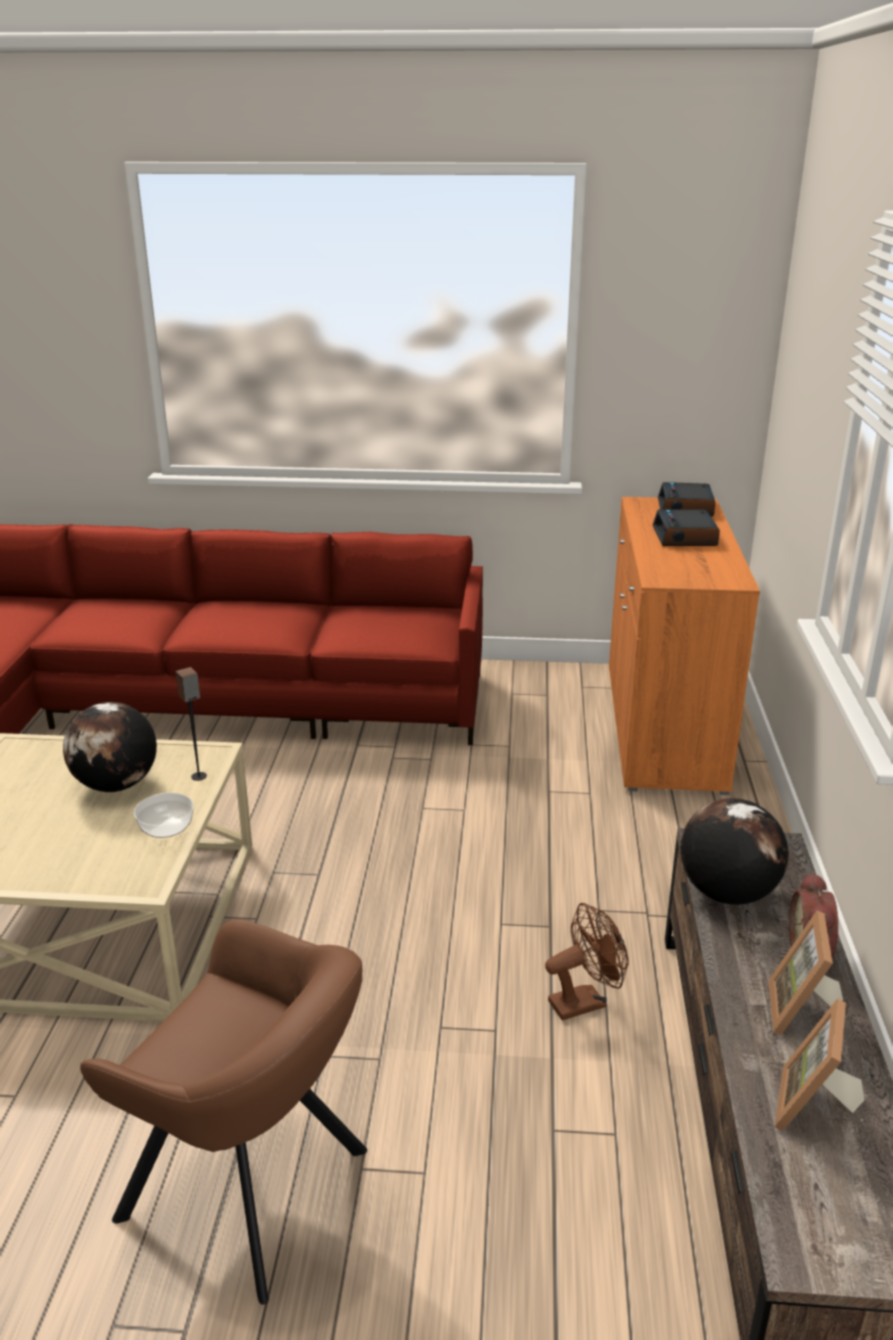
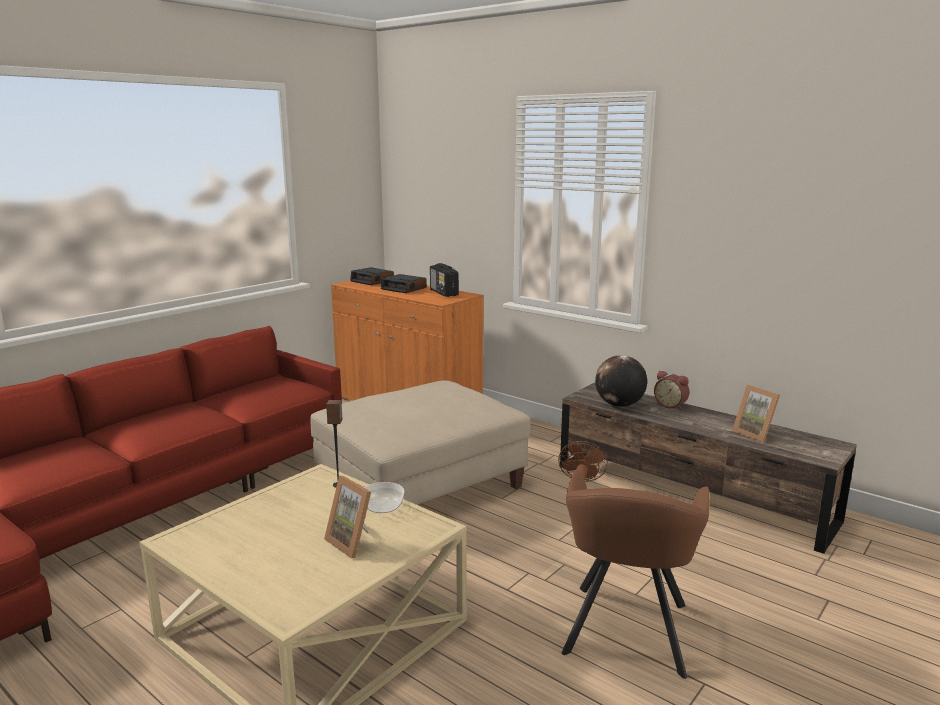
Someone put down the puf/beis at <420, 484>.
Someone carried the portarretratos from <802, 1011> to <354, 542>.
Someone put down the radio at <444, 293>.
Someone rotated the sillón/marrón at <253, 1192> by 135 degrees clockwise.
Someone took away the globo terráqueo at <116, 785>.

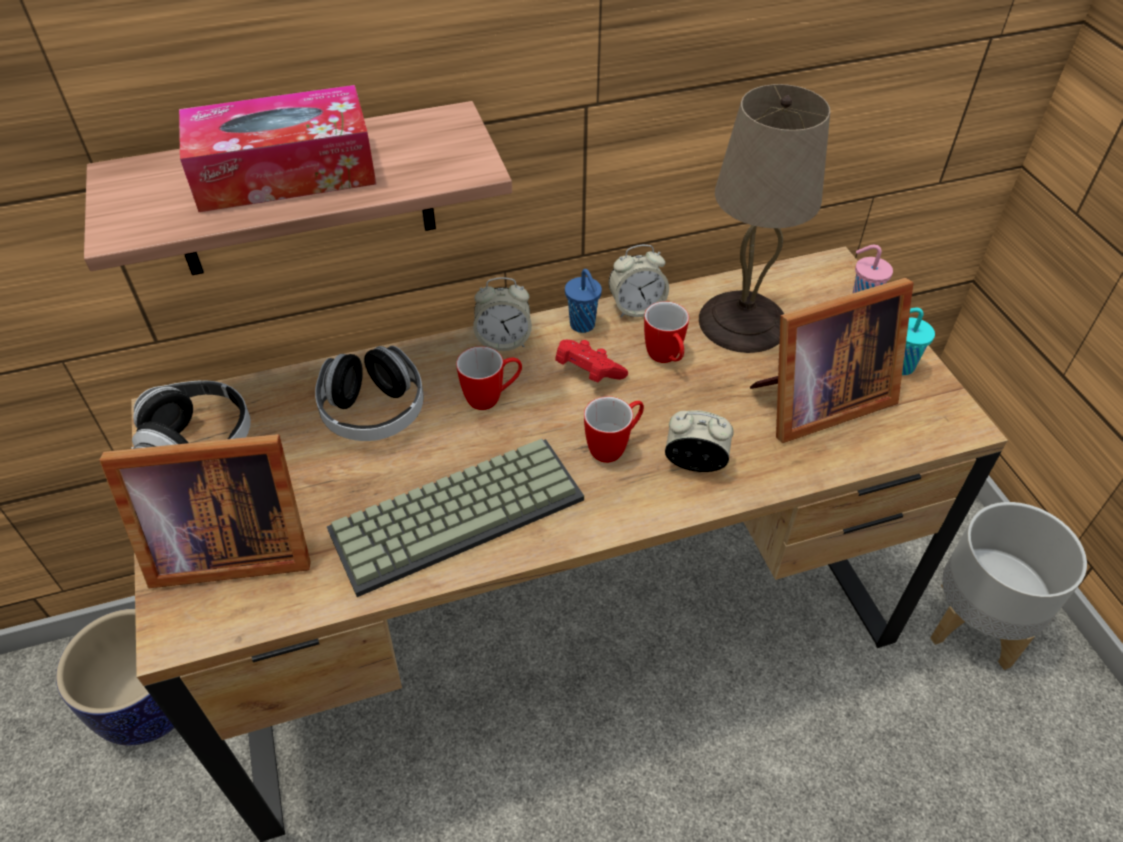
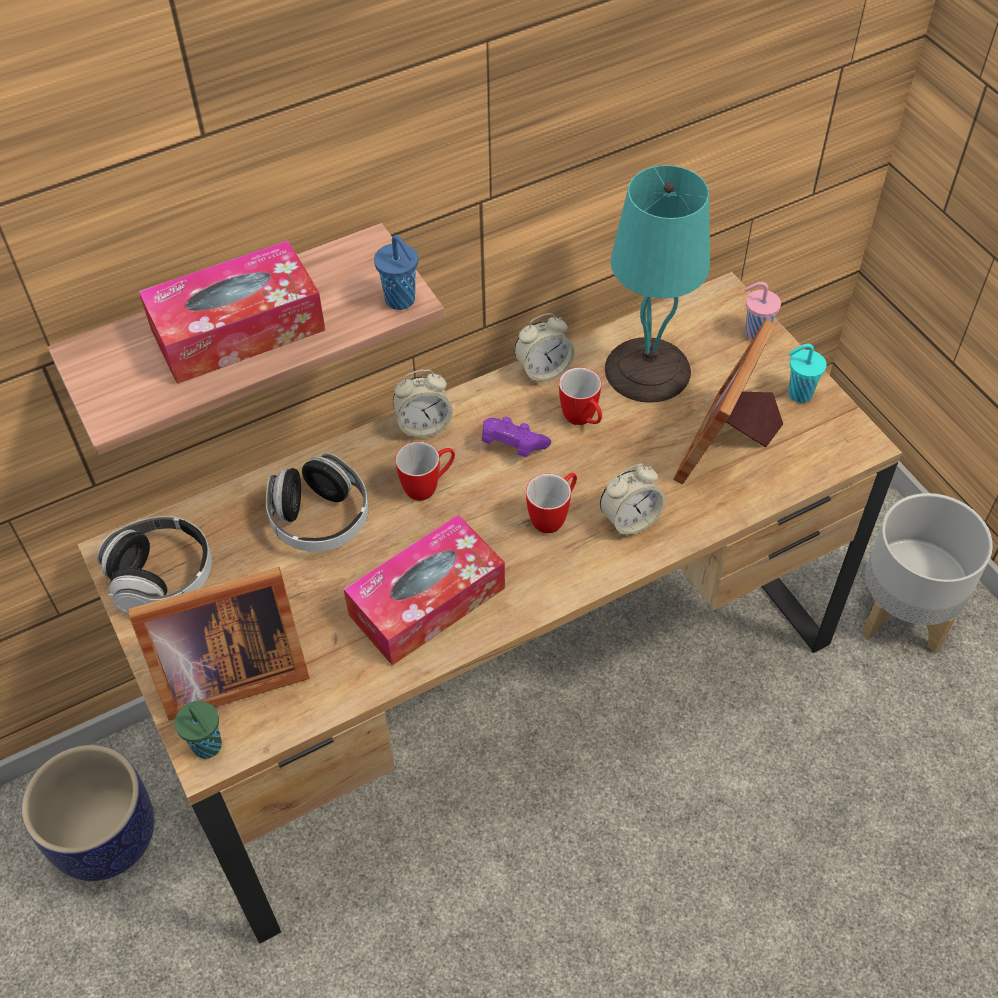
Someone put down the taza/verde at <208, 747>.
Someone swapped the teclado at <458, 511> for the caja de pañuelos at <427, 601>.
Someone carried the taza/azul from <583, 326> to <401, 301>.
Someone repainted the mando de consola/rojo at <588, 372>, which became the mando de consola/morado at <512, 445>.
Someone rotated the despertador at <695, 463> by 150 degrees clockwise.
Someone repainted the lámpara de mesa/beis at <742, 320>, which became the lámpara de mesa/turquesa at <646, 368>.
Someone rotated the portarretratos at <815, 403> by 150 degrees clockwise.

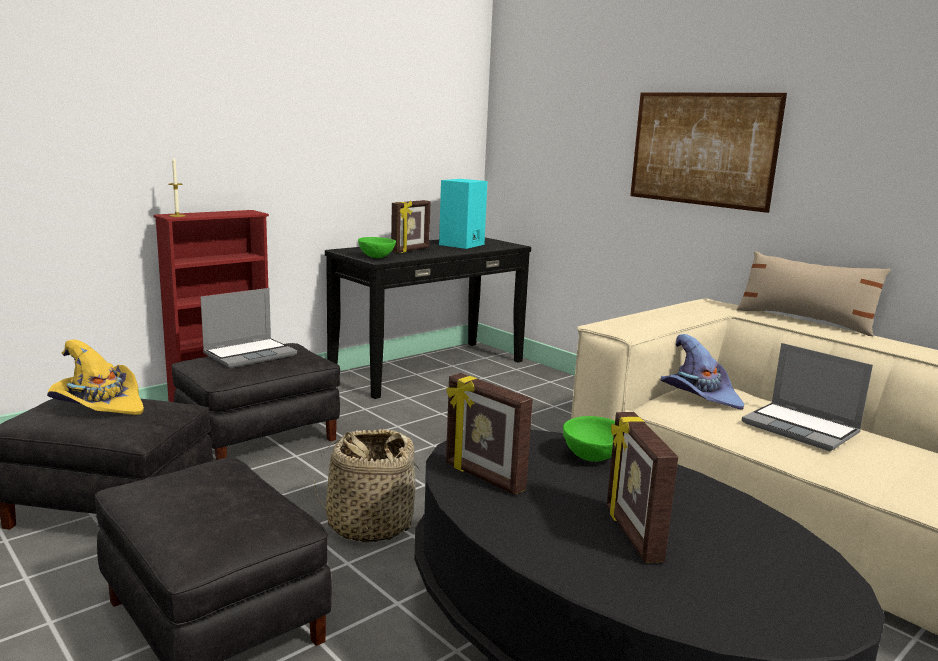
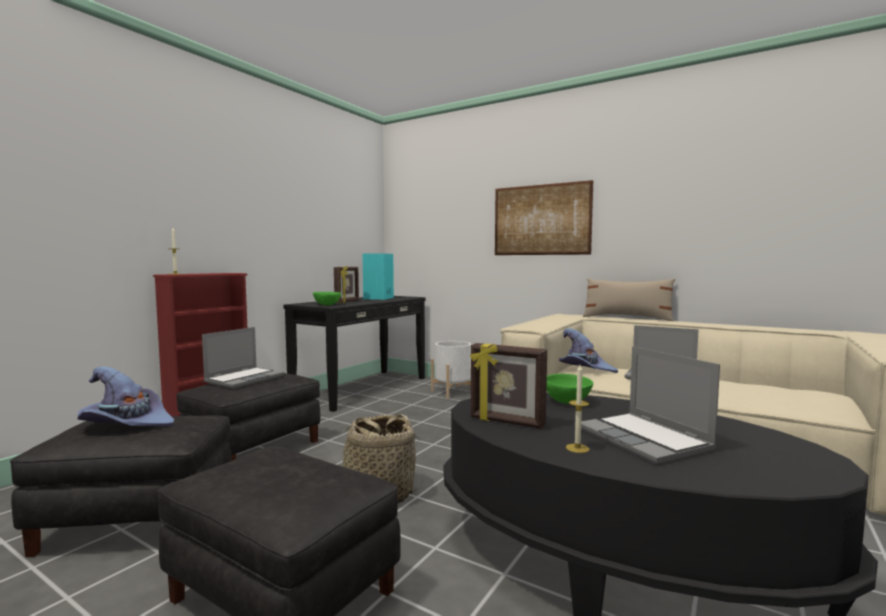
Someone repainted the sombrero/amarillo at <99, 404>, which became the sombrero/morado at <127, 423>.
Someone put down the maceta/blanco at <452, 392>.
Someone put down the vela at <577, 448>.
Someone swapped the portarretratos at <631, 534> for the portátil at <645, 439>.

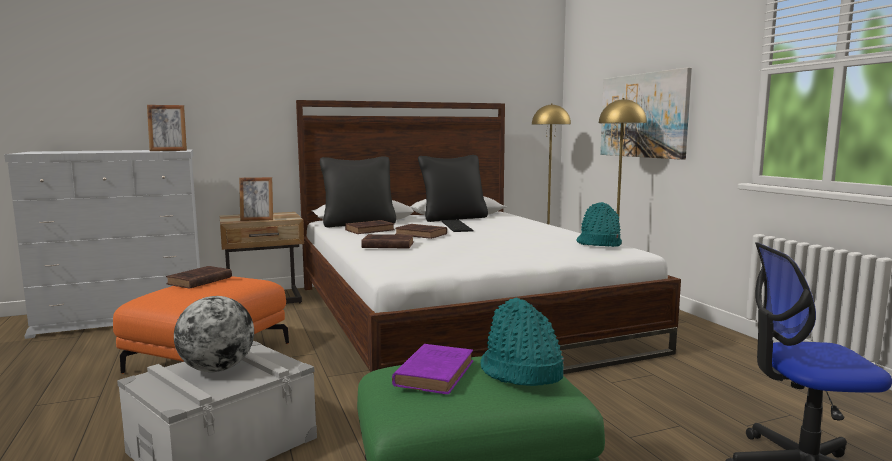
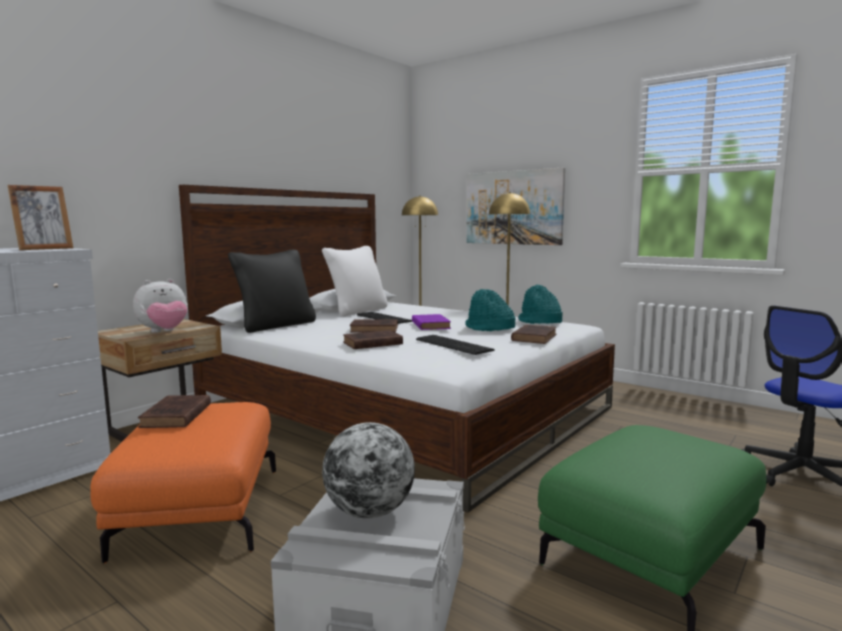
Someone swapped the portarretratos at <257, 220> for the peluche at <164, 332>.
Someone repainted the cojín/negro at <453, 218>, which became the cojín/blanco at <357, 311>.
Someone carried the libro/morado from <435, 372> to <430, 325>.
Someone put down the teclado at <453, 344>.
Someone carried the sombrero/turquesa from <520, 372> to <489, 328>.
Someone carried the libro/marrón from <371, 230> to <534, 337>.

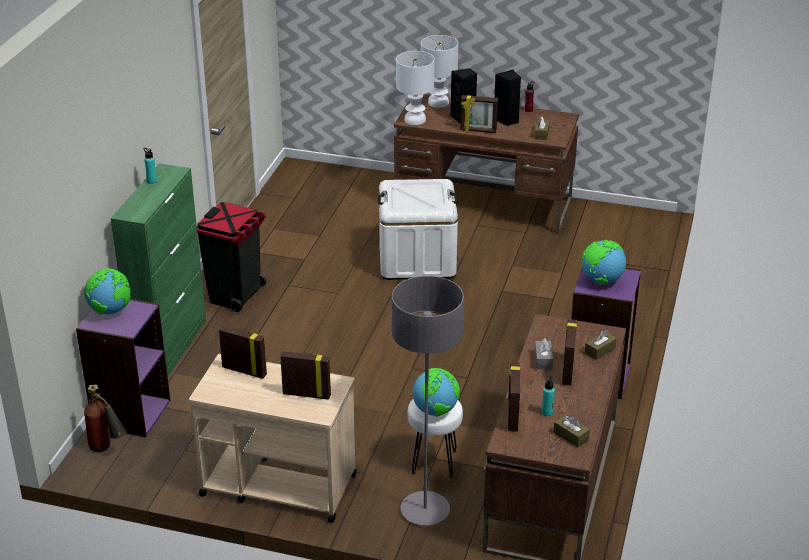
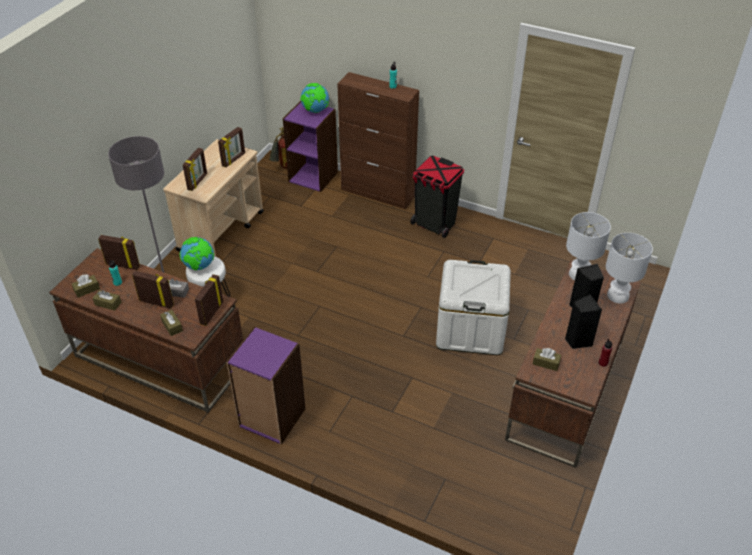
Someone put down the caja de pañuelos/marrón at <108, 303>.
Someone carried the portarretratos from <478, 131> to <211, 313>.
Someone repainted the armario/verde at <170, 347>, which became the armario/marrón at <378, 193>.
Someone took away the globo terráqueo at <601, 281>.

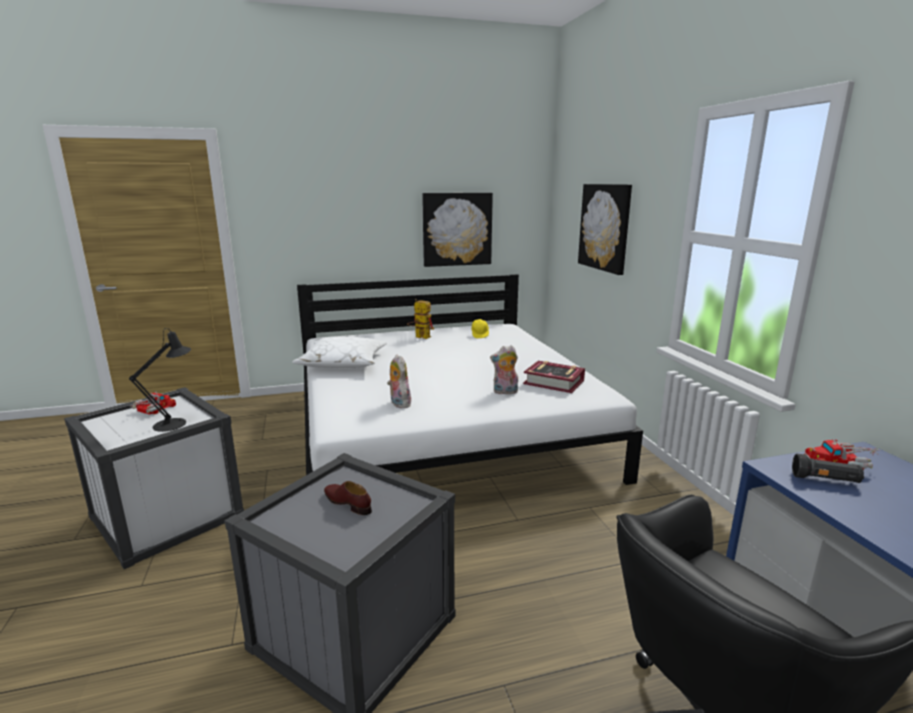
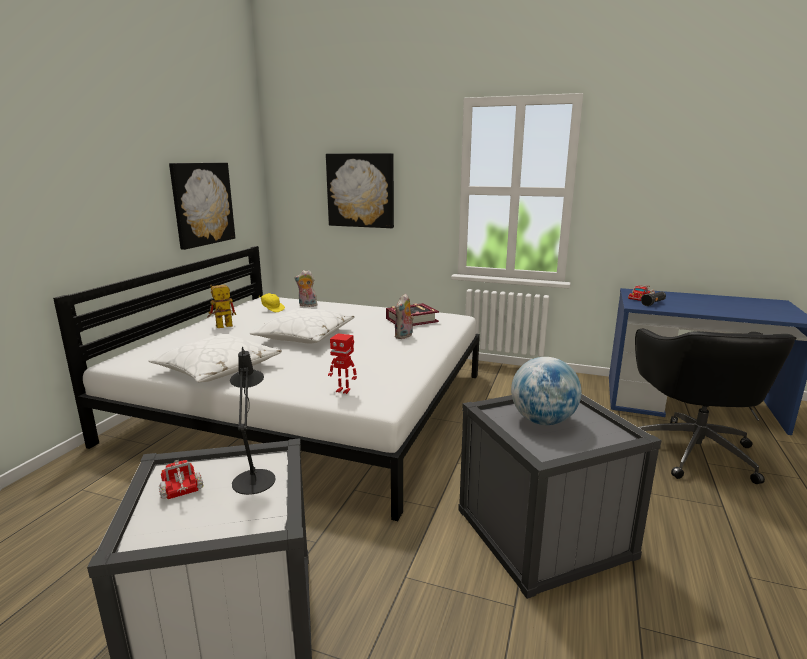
Someone put down the cojín/blanco at <305, 336>.
Someone carried the peluche from <398, 403> to <307, 305>.
Someone put down the robot de juguete at <343, 390>.
Someone swapped the zapato/marrón at <347, 503> for the globo terráqueo at <543, 421>.

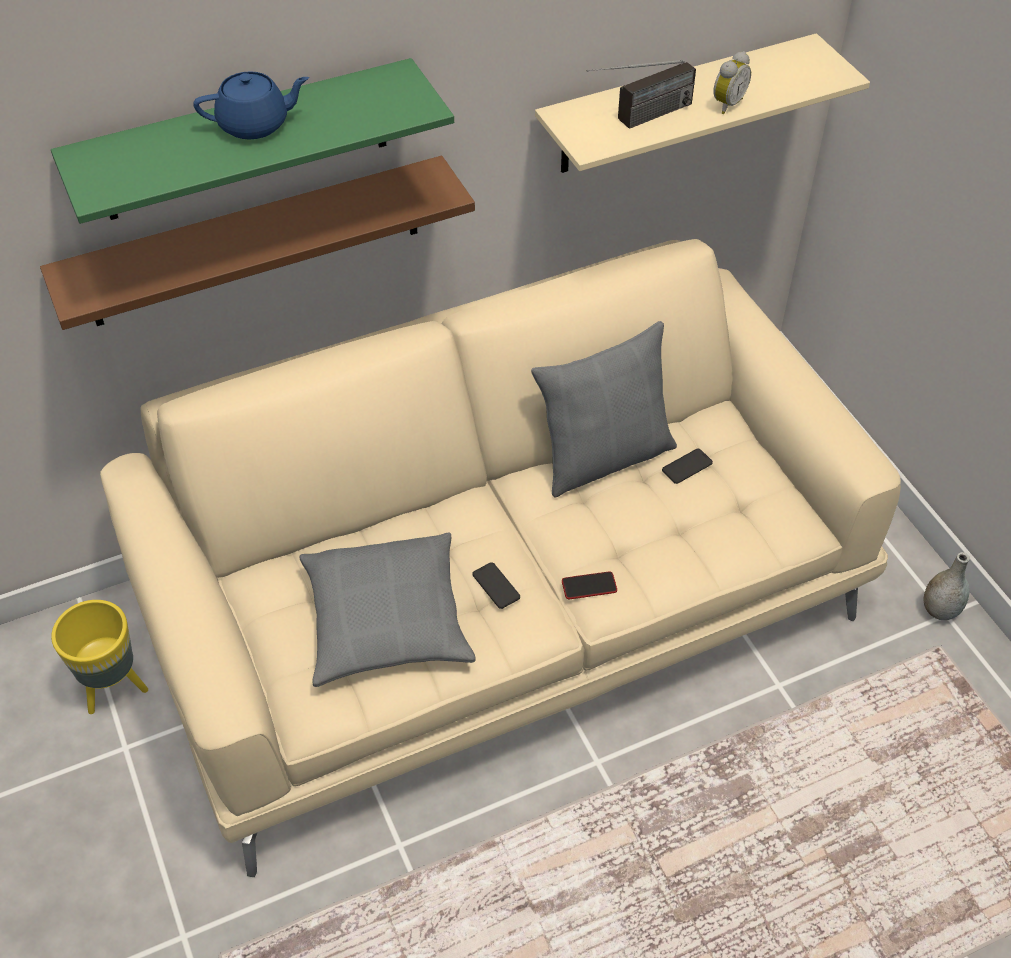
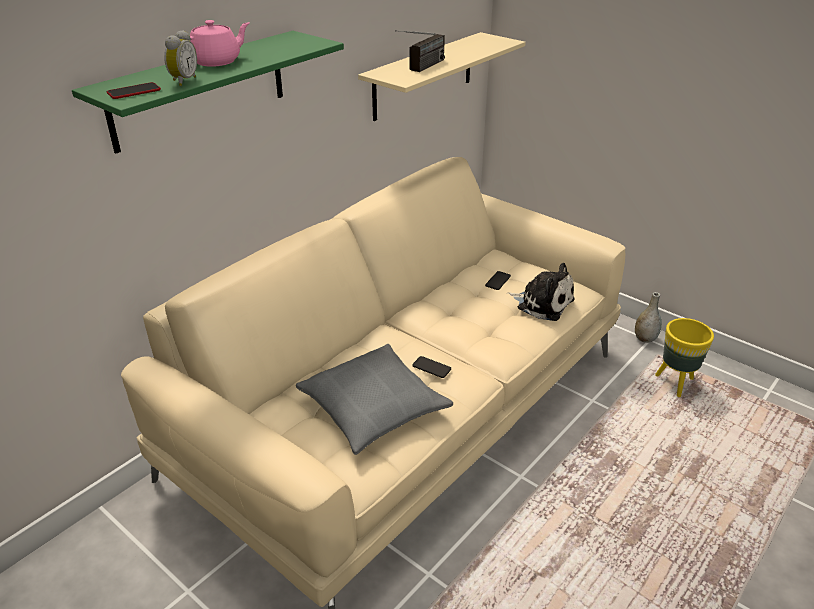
Someone carried the móvil from <589, 586> to <134, 92>.
Someone carried the despertador from <726, 104> to <182, 81>.
Someone repainted the tetera/azul at <255, 125>, which became the tetera/rosa at <217, 61>.
Someone put down the peluche at <542, 303>.
Someone carried the maceta/amarillo from <114, 688> to <675, 383>.
Someone took away the estante/marrón at <255, 243>.
Someone took away the cojín/gris at <604, 456>.

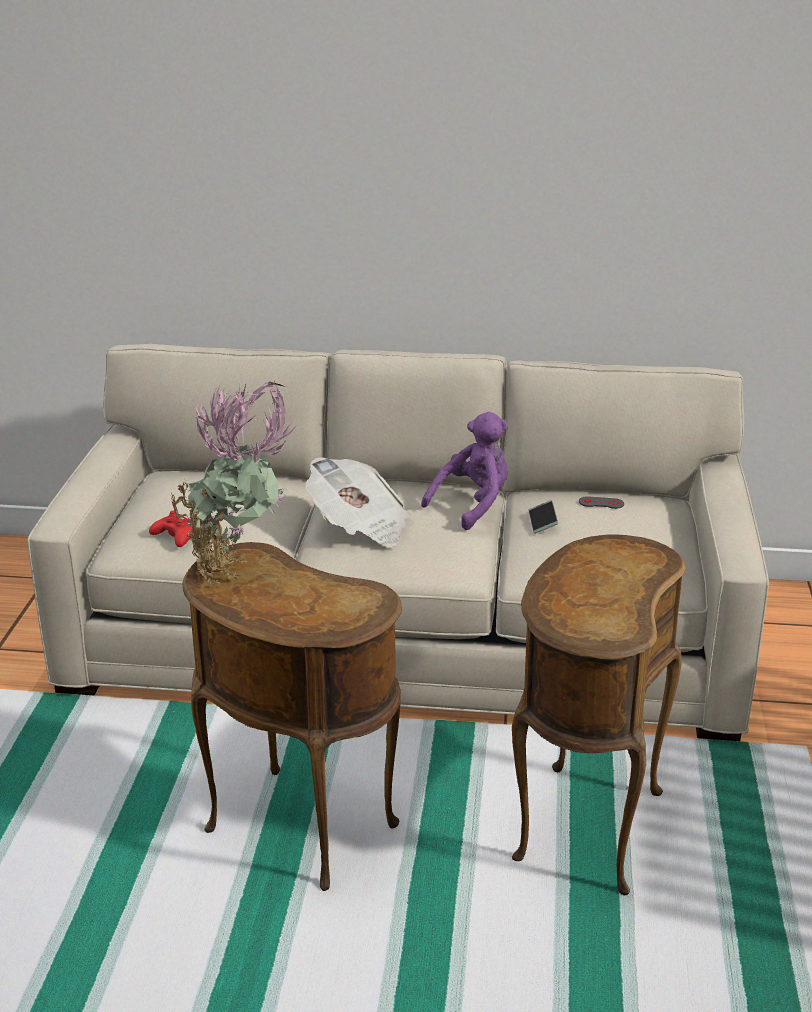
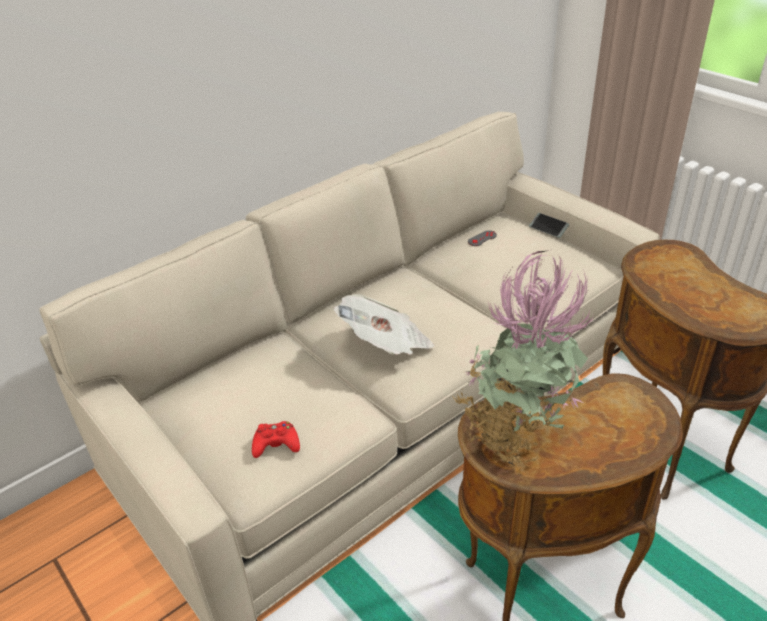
Someone carried the móvil from <542, 522> to <548, 228>.
Someone took away the peluche/morado at <473, 505>.

